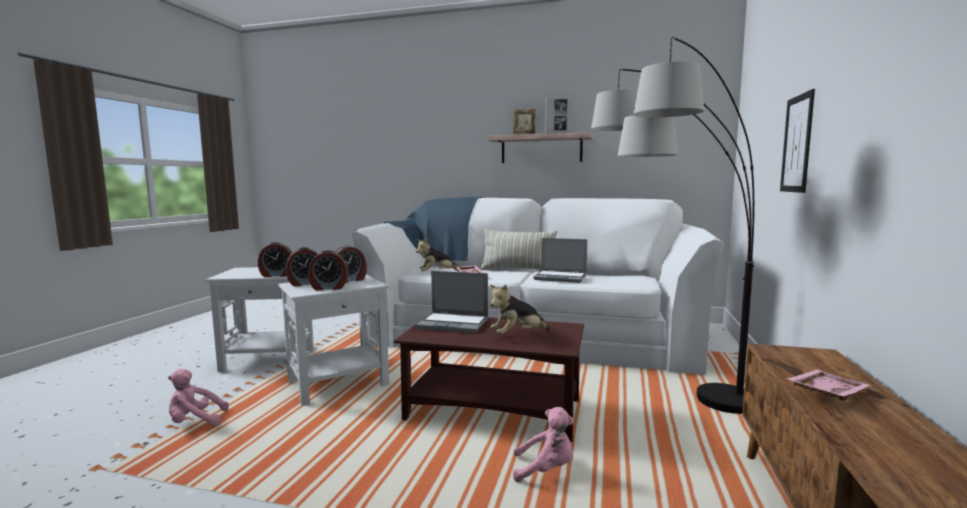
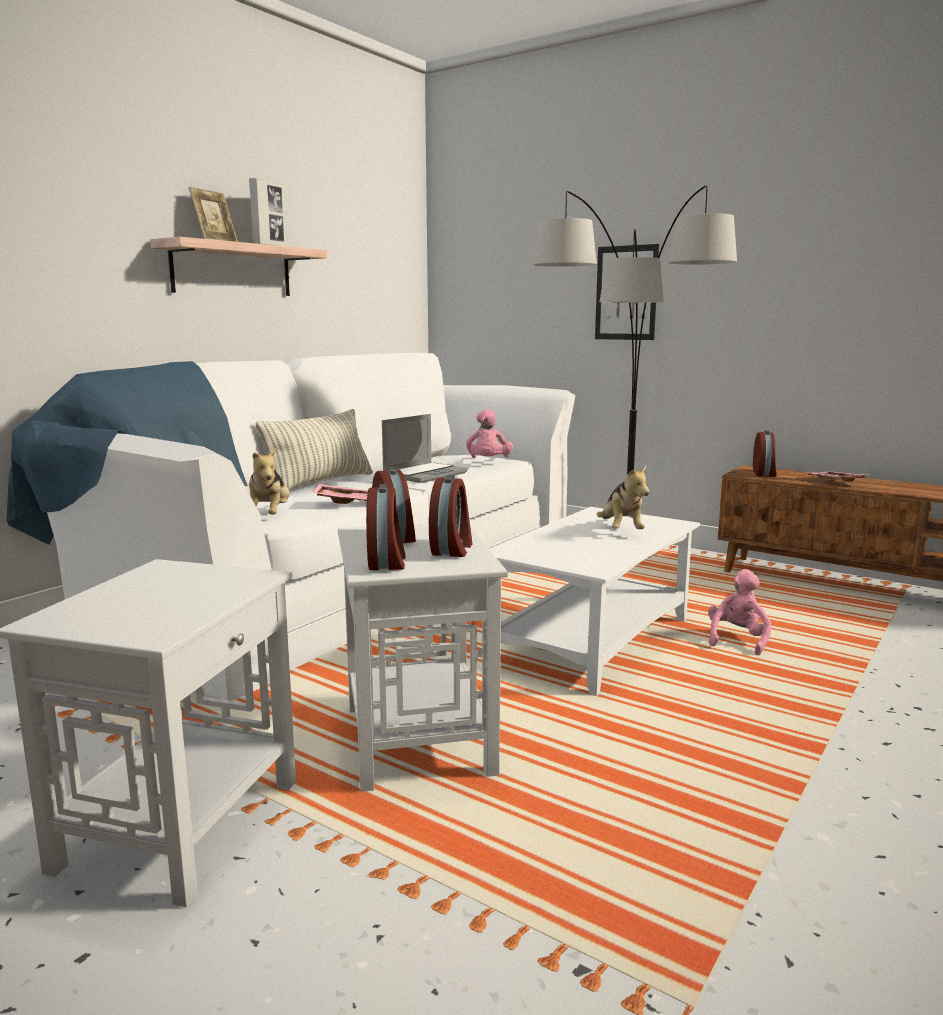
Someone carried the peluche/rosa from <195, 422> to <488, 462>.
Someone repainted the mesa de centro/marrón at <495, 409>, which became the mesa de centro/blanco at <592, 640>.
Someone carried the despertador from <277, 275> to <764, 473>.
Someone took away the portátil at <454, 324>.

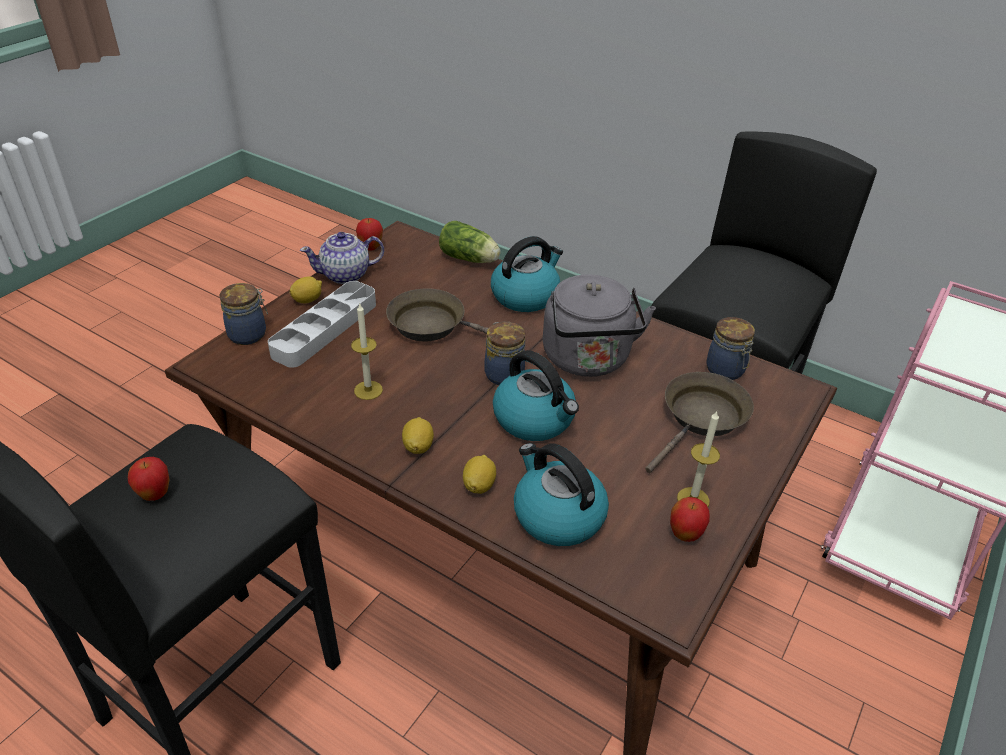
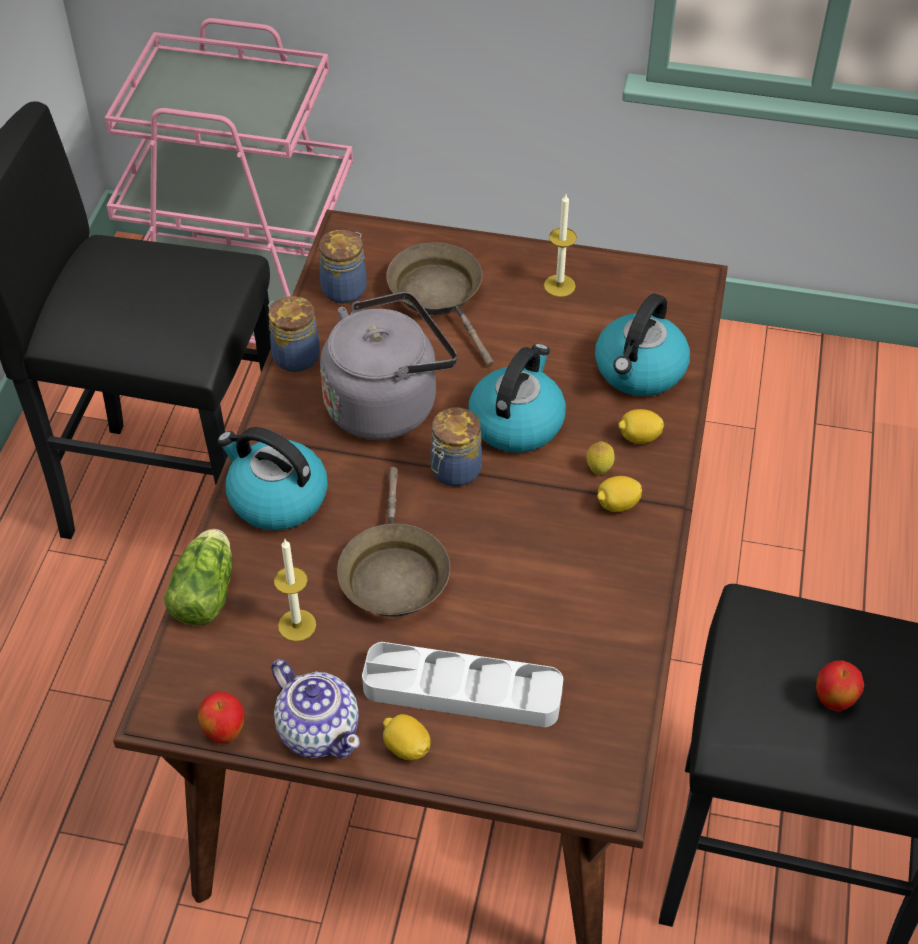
Someone carried the tarro from <249, 334> to <294, 356>.
Someone carried the vela from <368, 390> to <297, 625>.
Someone rotated the sartén/marrón at <701, 419> by 45 degrees clockwise.
Someone put down the limón at <599, 470>.
Someone took away the manzana at <685, 535>.

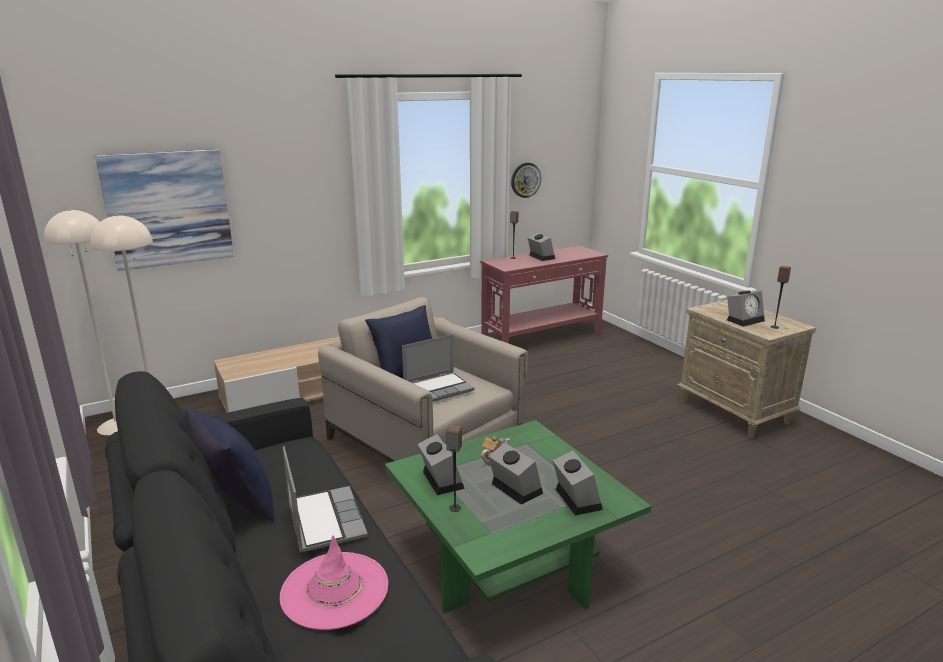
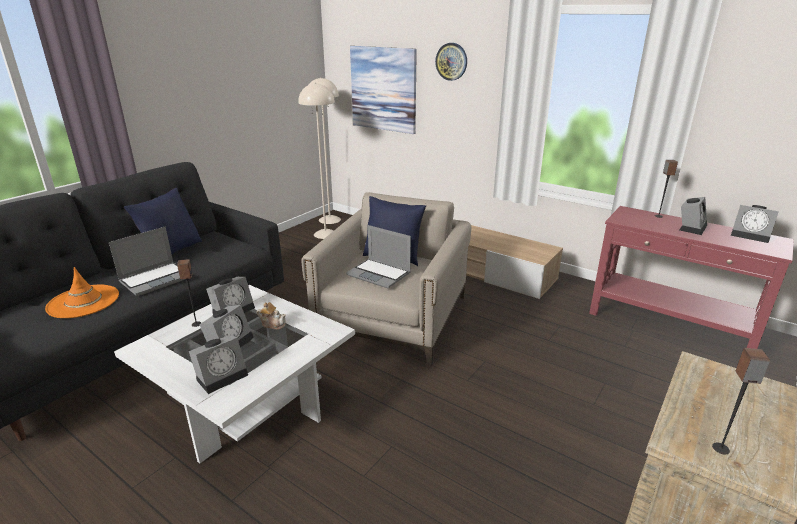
Someone repainted the sombrero/rosa at <334, 590>, which became the sombrero/naranja at <83, 301>.
Someone repainted the mesa de centro/verde at <509, 561>, which became the mesa de centro/blanco at <249, 403>.
Someone carried the reloj de pared from <525, 180> to <451, 61>.
Someone carried the despertador from <744, 320> to <751, 235>.

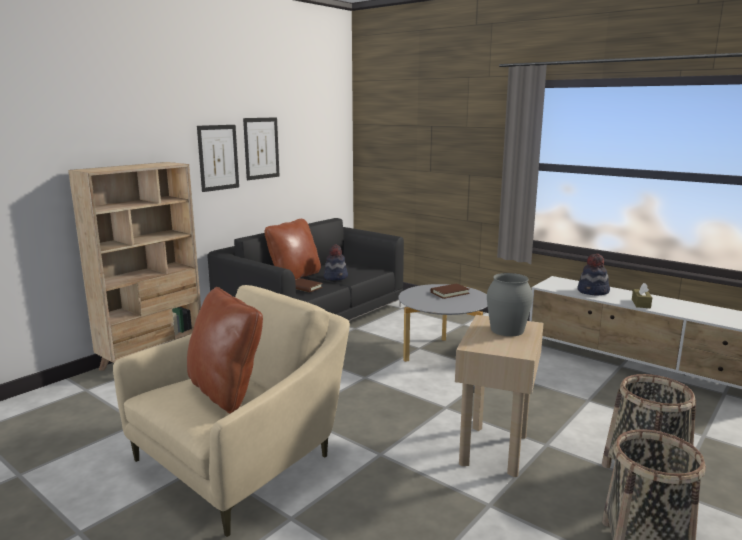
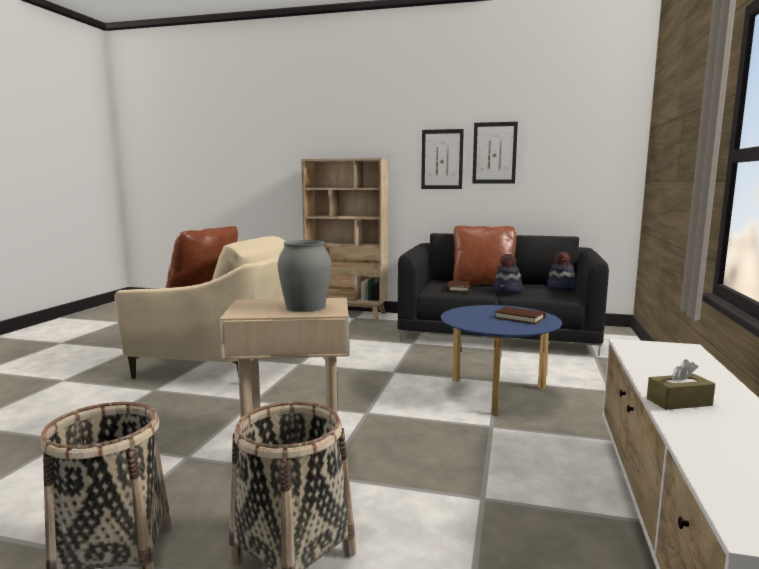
Someone repainted the mesa de centro/gris at <442, 354>, which became the mesa de centro/azul at <497, 393>.
Someone carried the sombrero from <593, 292> to <561, 288>.

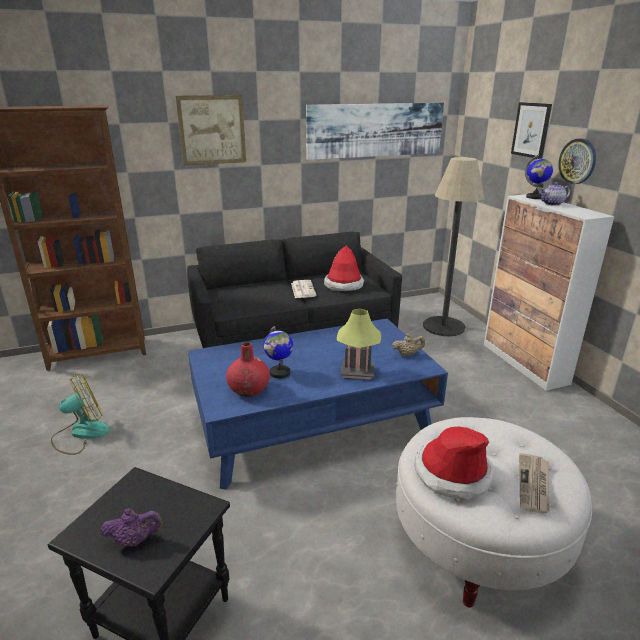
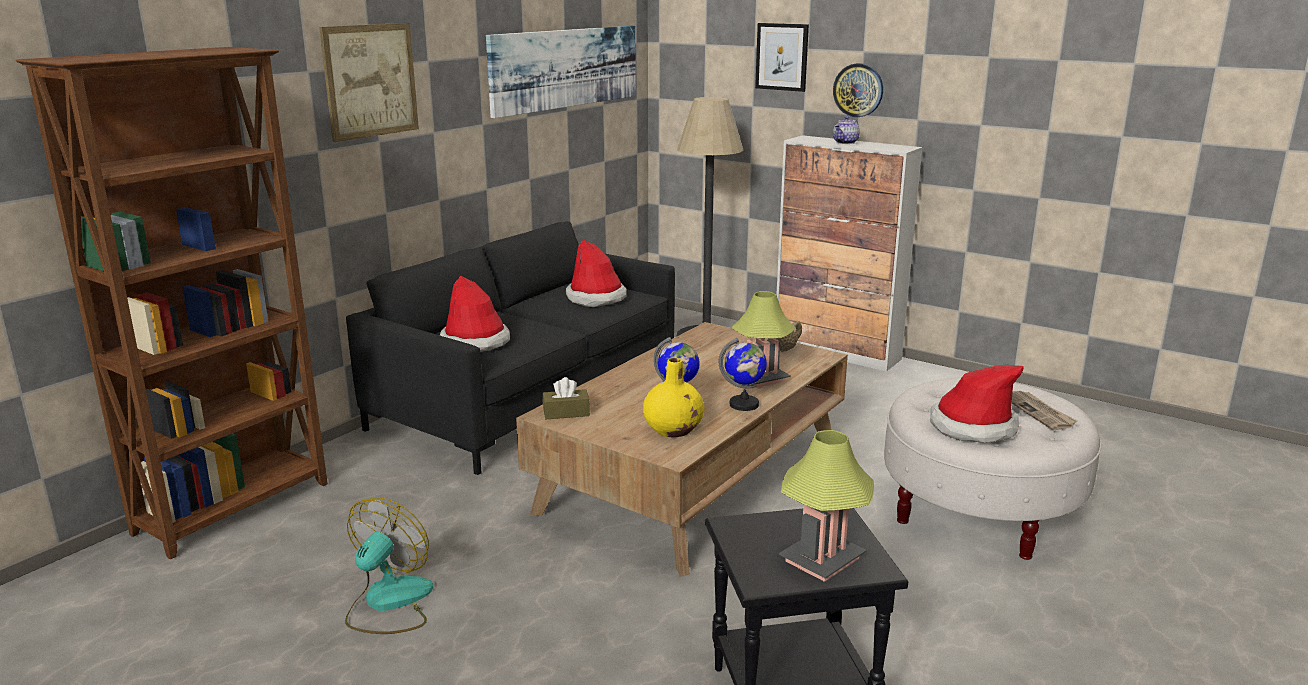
Someone put down the sombrero at <475, 342>.
Someone repainted the mesa de centro/azul at <314, 422>, which became the mesa de centro/marrón at <694, 477>.
Someone put down the caja de pañuelos/marrón at <566, 413>.
Someone repainted the florero/rojo at <249, 390>, which became the florero/amarillo at <673, 429>.
Someone carried the globo terráqueo from <535, 197> to <744, 405>.
Someone swapped the tetera/morado at <135, 540> for the lámpara de mesa at <822, 559>.
Someone took away the periódico at <302, 289>.

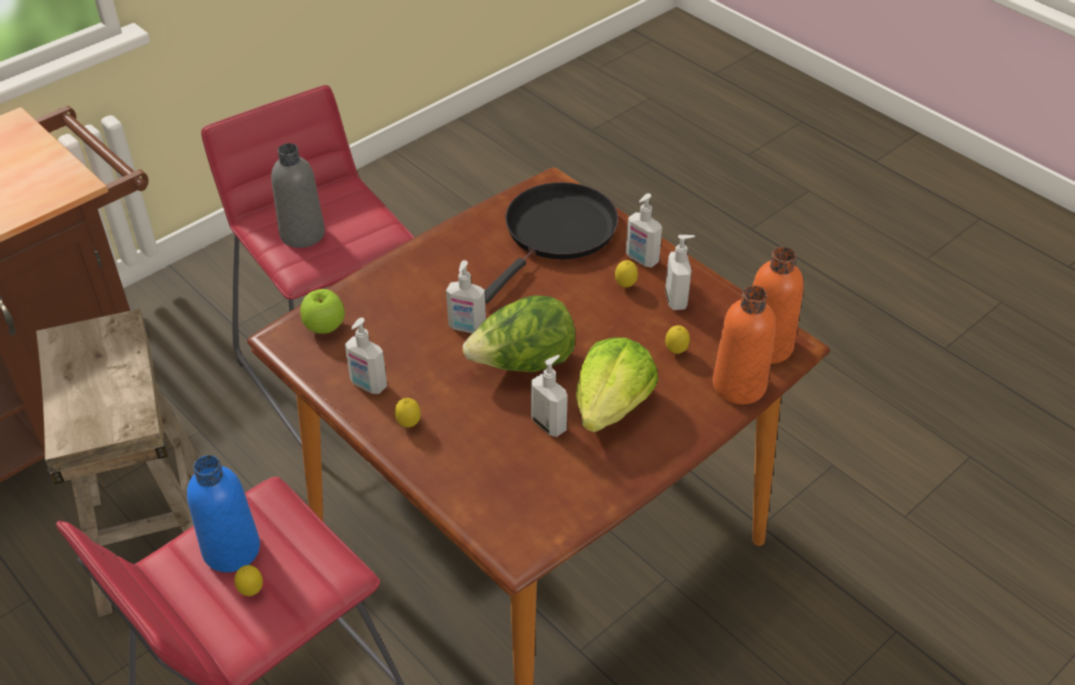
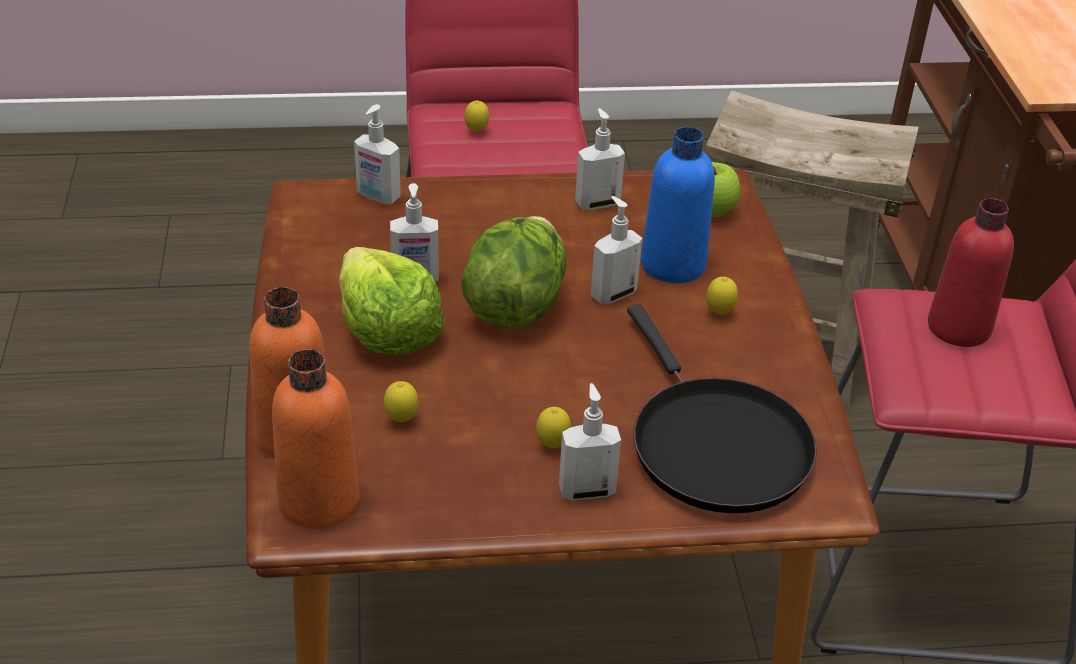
Someone carried the dispensador de jabón from <677, 300> to <377, 197>.
Someone carried the botella/azul from <231, 549> to <673, 264>.
Someone carried the limón from <409, 425> to <719, 313>.
Someone repainted the botella/gris at <302, 234>, which became the botella/rojo at <958, 327>.

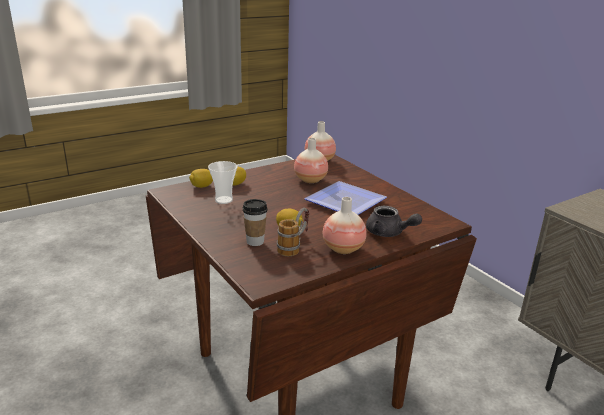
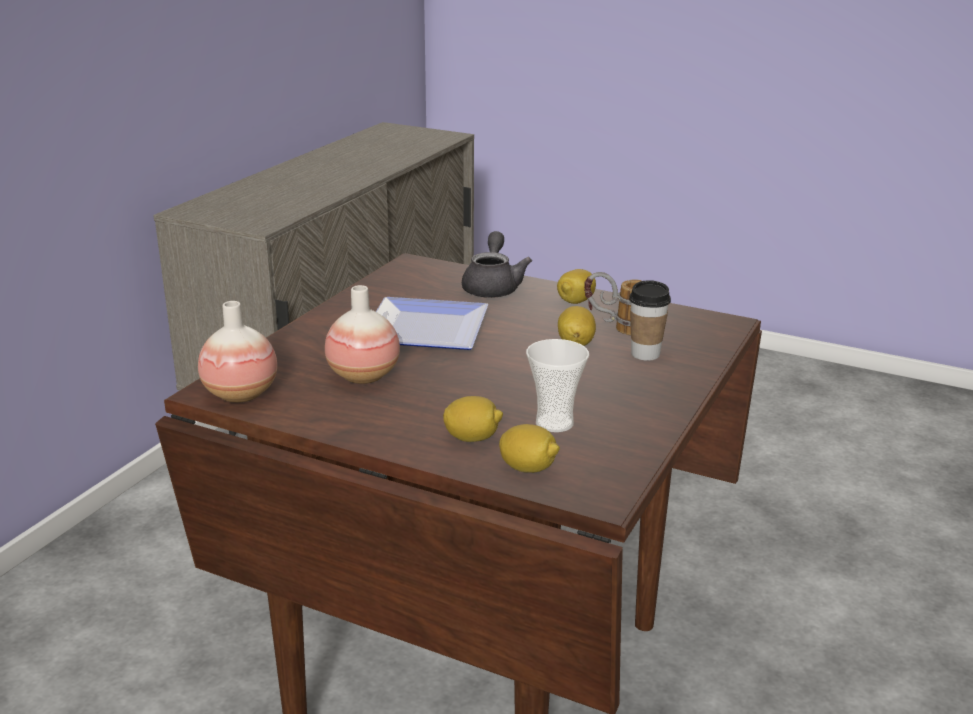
Someone swapped the florero at <343, 249> for the limón at <575, 302>.

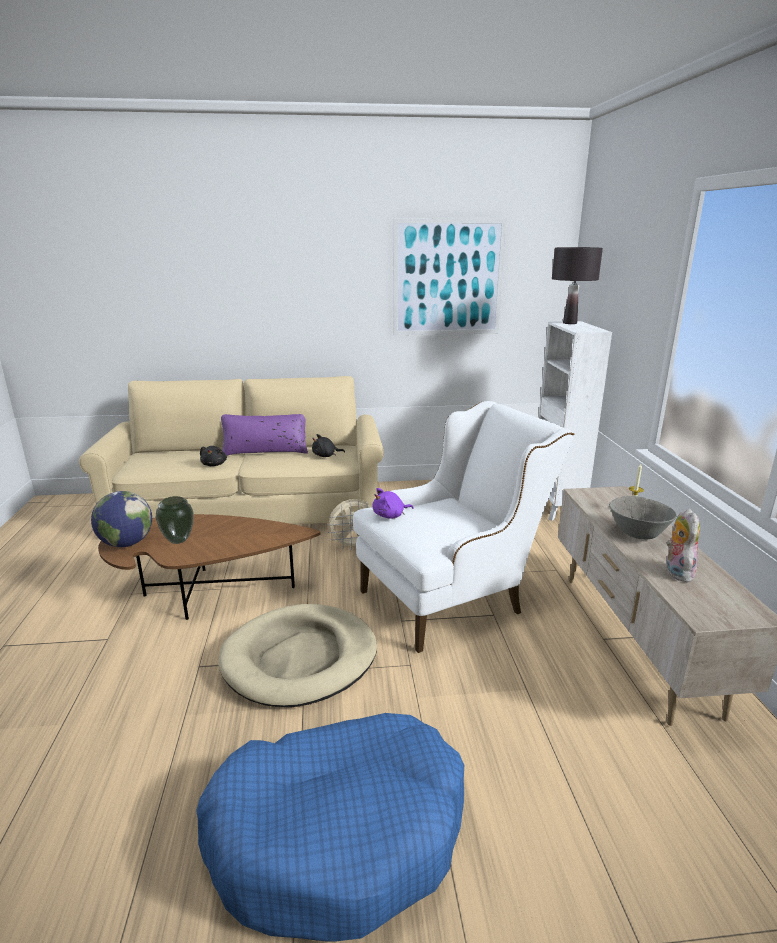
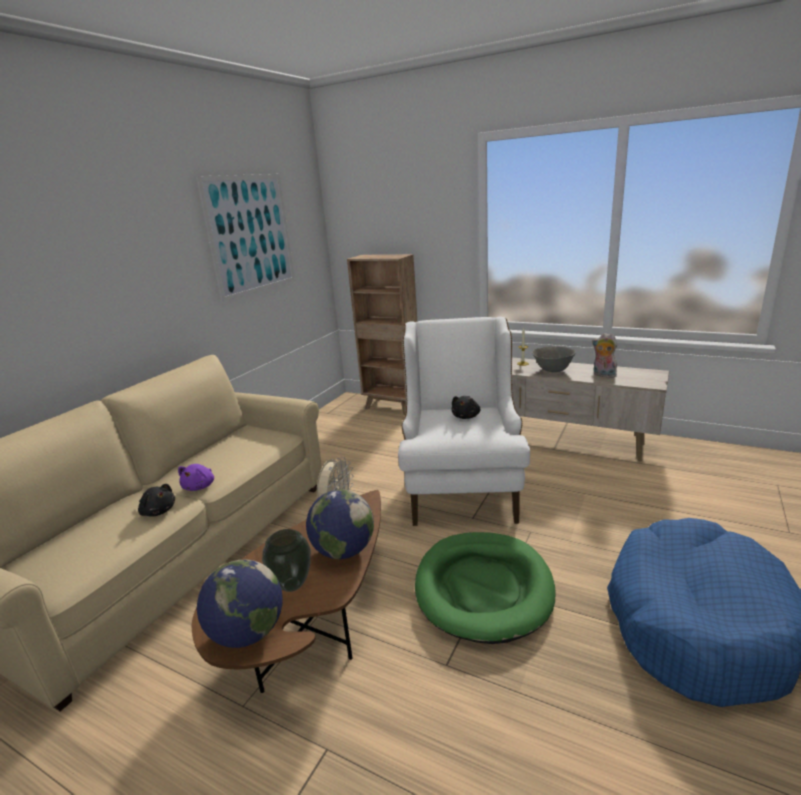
Someone carried the peluche/morado from <390, 515> to <200, 486>.
Someone put down the globo terráqueo at <343, 551>.
Someone repainted the estantería/blanco at <556, 507>, which became the estantería/marrón at <392, 406>.
Someone repainted the cama para perro/beis at <300, 659>, which became the cama para perro/verde at <483, 588>.
Someone carried the peluche/negro from <326, 456> to <466, 416>.
Someone took away the cojín/morado at <265, 451>.
Someone took away the lámpara de mesa/negro at <570, 323>.

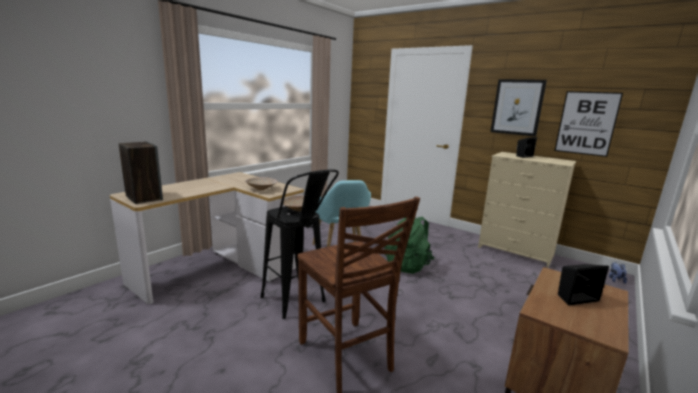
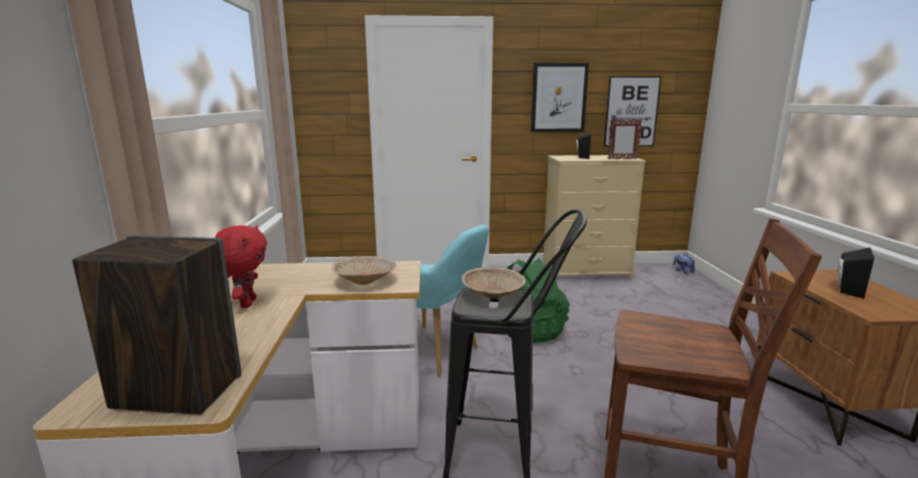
Someone put down the peluche/rojo at <246, 303>.
Someone put down the portarretratos at <622, 159>.

